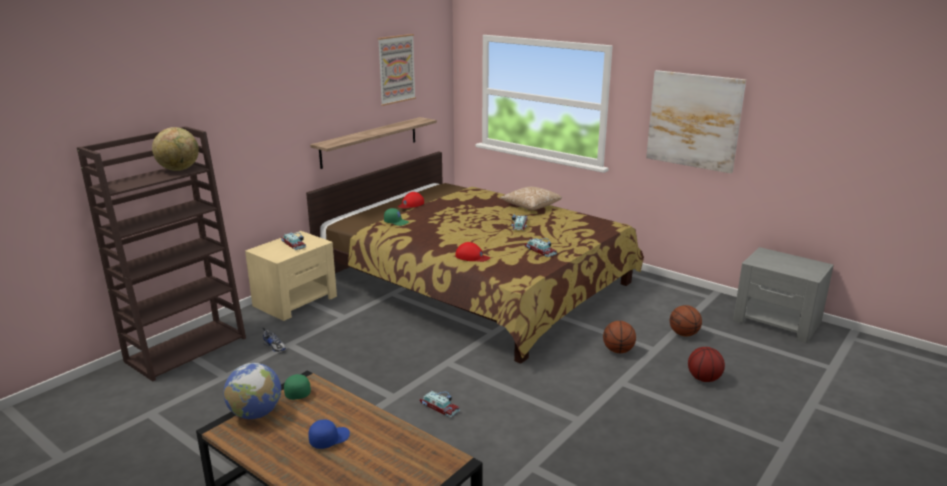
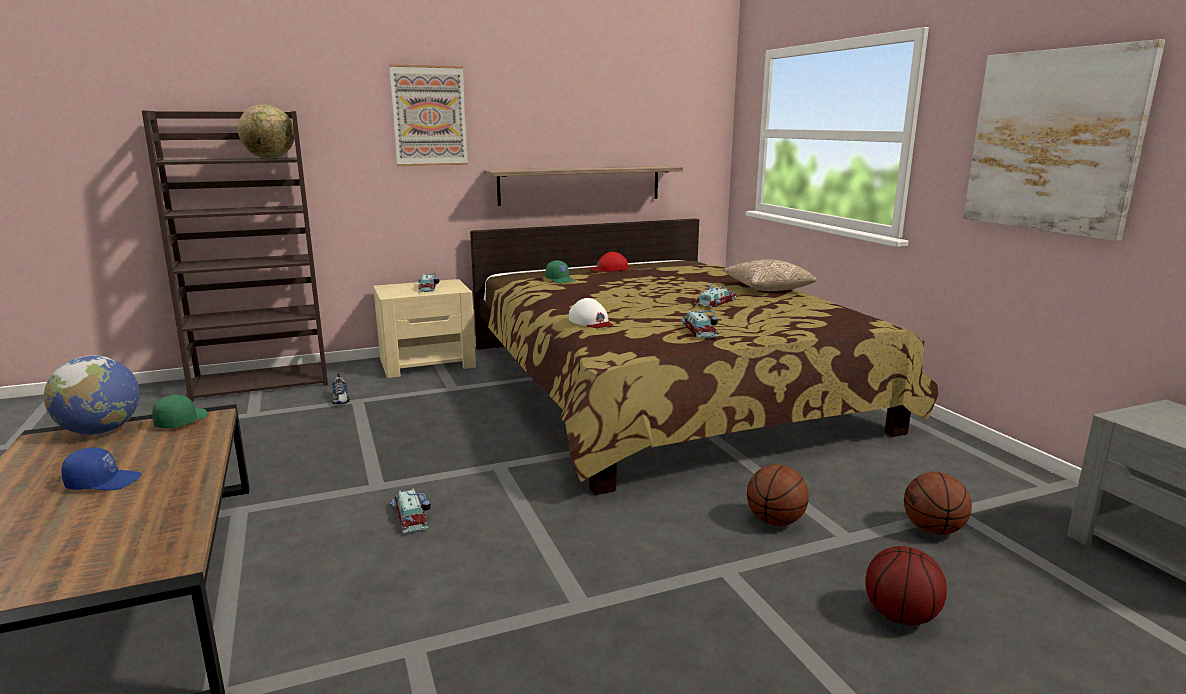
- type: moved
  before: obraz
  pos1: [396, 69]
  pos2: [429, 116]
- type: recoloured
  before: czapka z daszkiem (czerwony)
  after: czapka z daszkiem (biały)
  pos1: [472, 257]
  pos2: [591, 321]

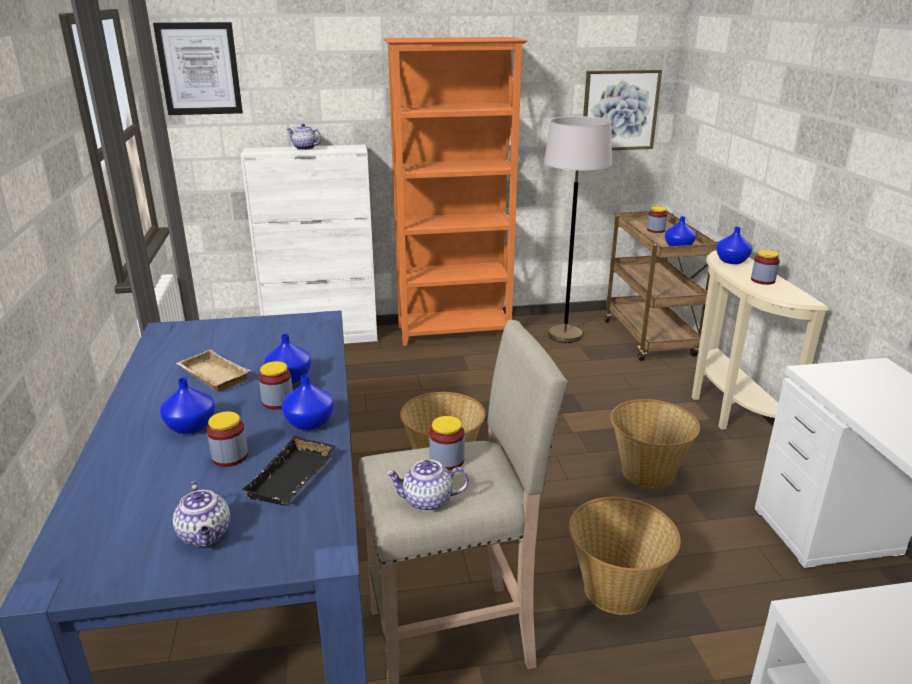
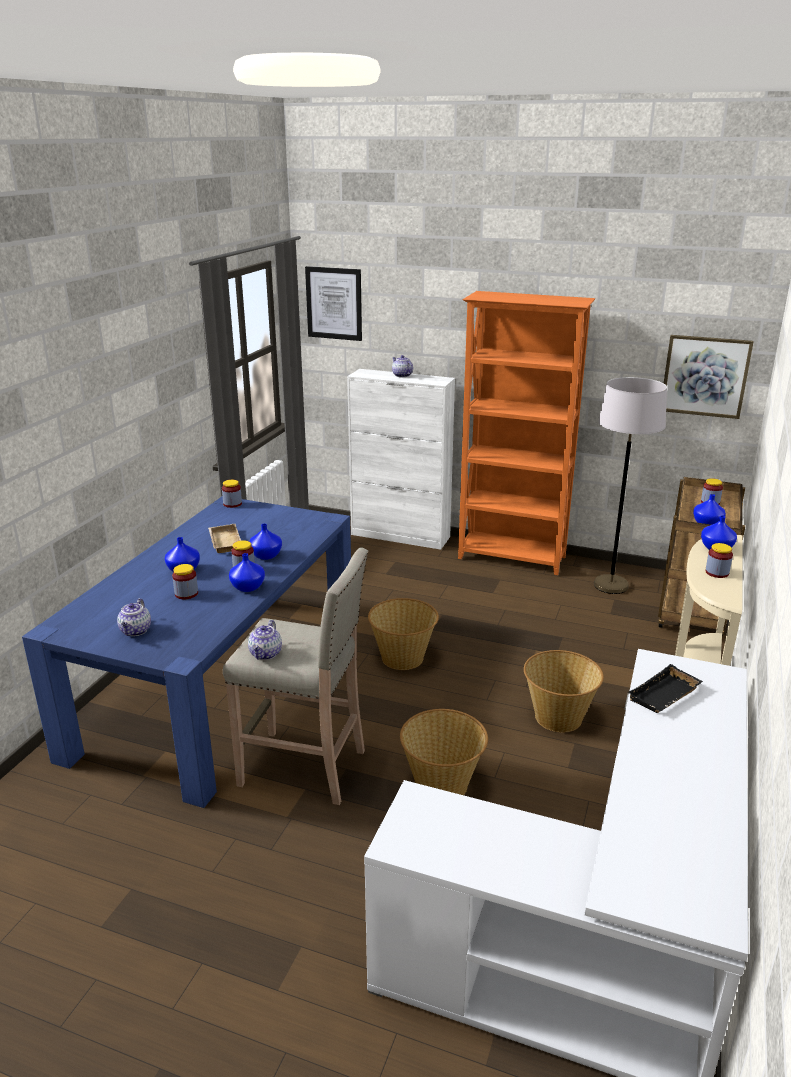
- type: moved
  before: słoik
  pos1: [447, 460]
  pos2: [232, 504]
- type: turned
  before: imbryk
  pos1: [427, 501]
  pos2: [266, 654]
  turn: -105
- type: moved
  before: taca (czarny)
  pos1: [293, 479]
  pos2: [665, 696]

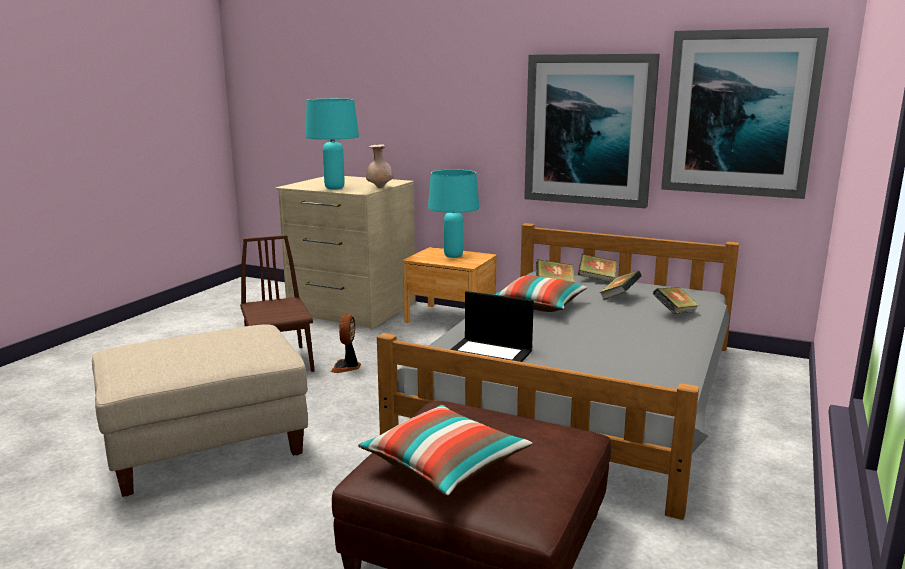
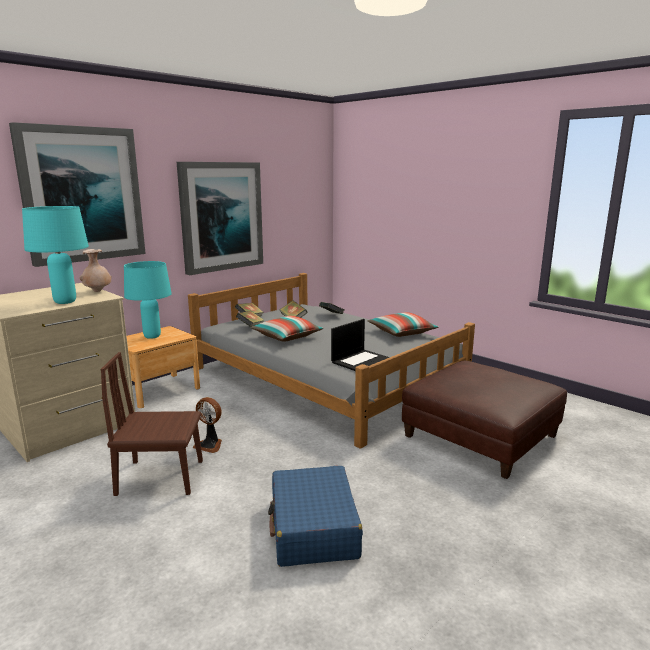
- type: moved
  before: obraz
  pos1: [740, 113]
  pos2: [82, 195]
- type: replaced
  before: pufa (beżowy)
  after: walizka (niebieski)
  pos1: [206, 446]
  pos2: [313, 528]
- type: moved
  before: poduszka
  pos1: [444, 466]
  pos2: [401, 333]

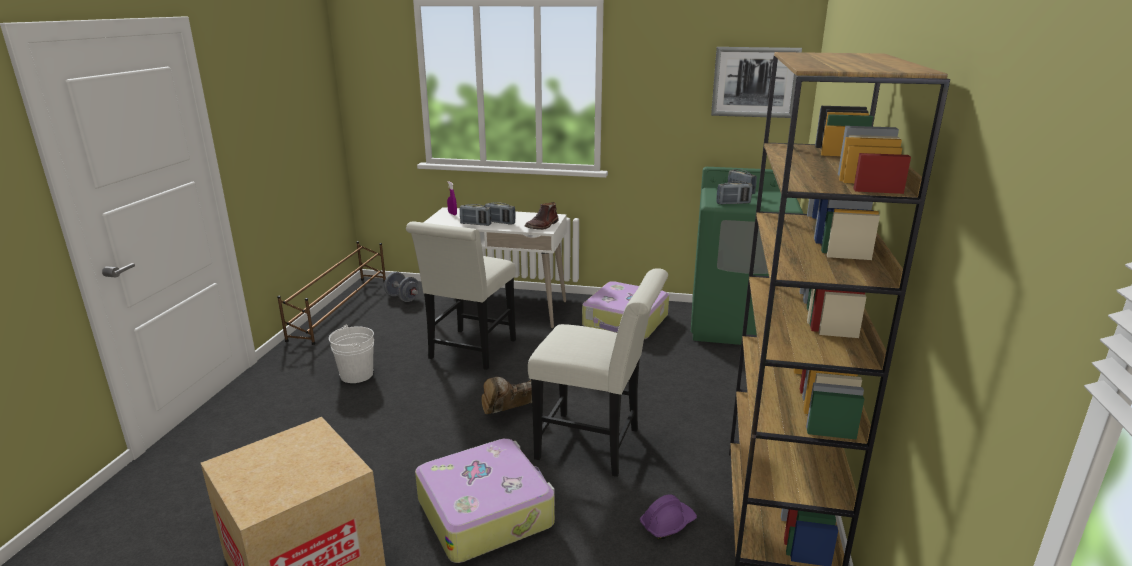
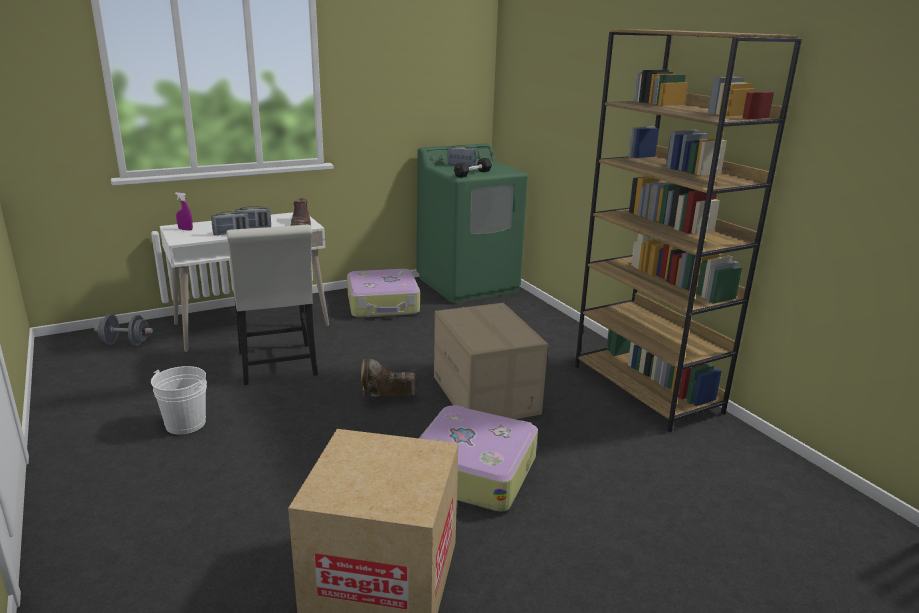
- type: turned
  before: but z cholewką (brązowy)
  pos1: [508, 413]
  pos2: [387, 400]
  turn: 60
- type: replaced
  before: krzesło (biały)
  after: karton
  pos1: [596, 445]
  pos2: [486, 395]
- type: replaced
  before: radio
  after: hantel (czarny)
  pos1: [733, 203]
  pos2: [473, 173]
- type: removed
  before: regał na buty (brązowy)
  pos1: [341, 308]
- type: removed
  before: kask (fioletowy)
  pos1: [667, 523]
- type: removed
  before: obraz
  pos1: [755, 82]

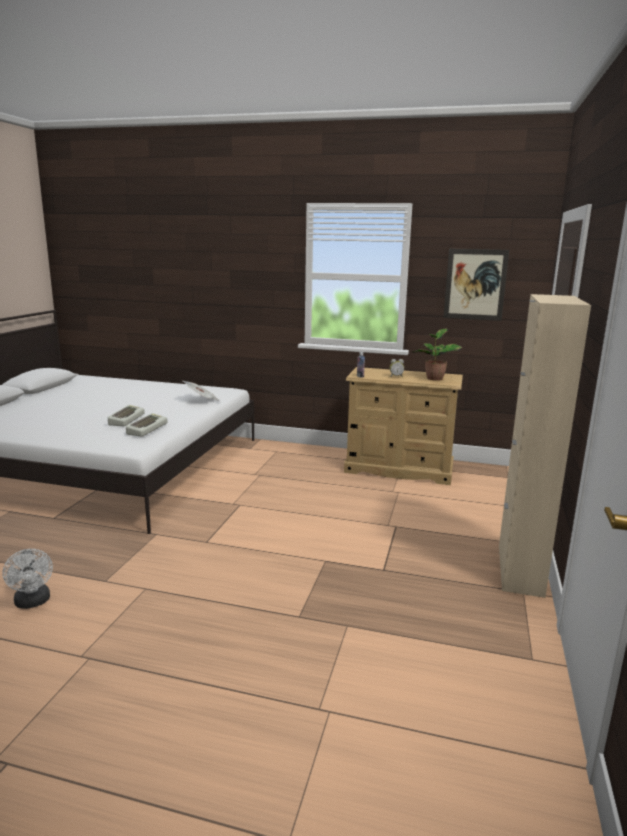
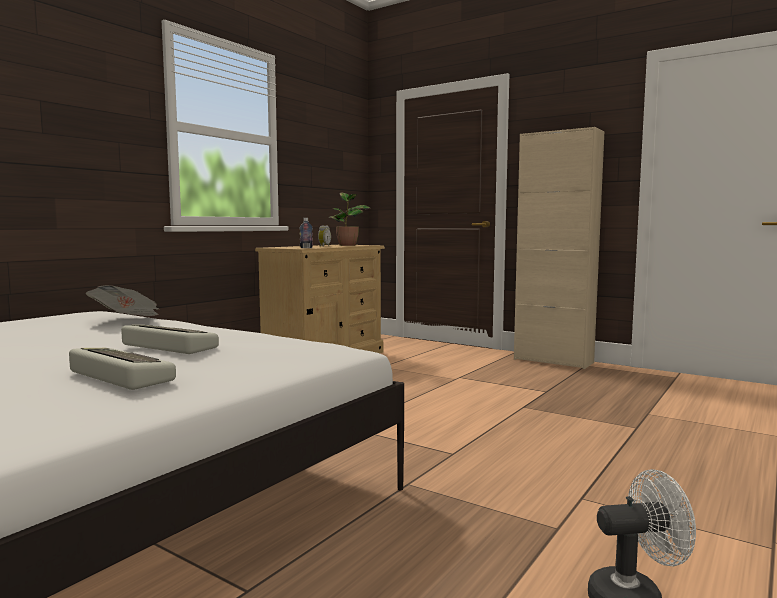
- type: moved
  before: klawiatura
  pos1: [146, 428]
  pos2: [118, 376]
- type: removed
  before: obraz
  pos1: [475, 284]

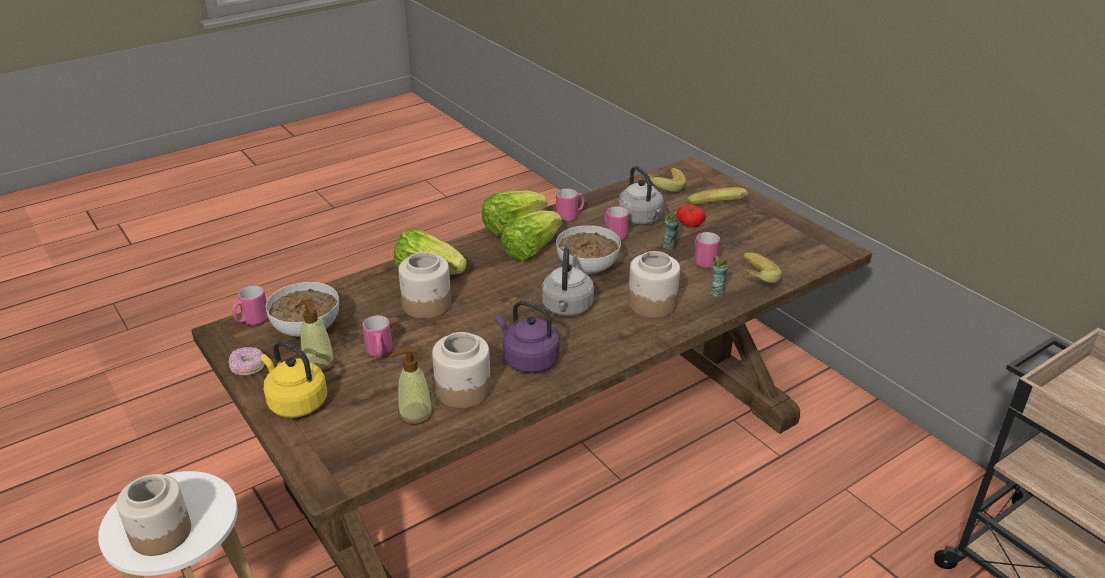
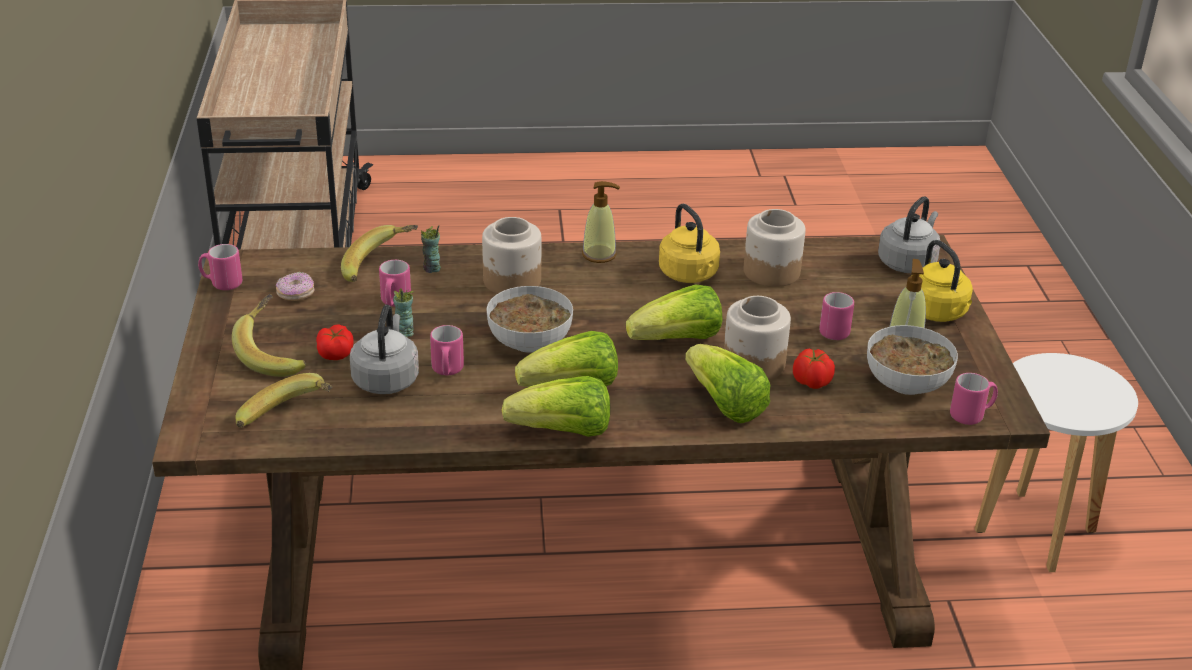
- type: moved
  before: kubek (różowy)
  pos1: [570, 216]
  pos2: [221, 283]
- type: moved
  before: donut
  pos1: [248, 368]
  pos2: [296, 295]
- type: moved
  before: dozownik mydła
  pos1: [415, 414]
  pos2: [599, 255]
- type: added
  after: sałata
  pos2: [678, 340]
- type: recoloured
  before: czajnik (fioletowy)
  after: czajnik (żółty)
  pos1: [528, 360]
  pos2: [690, 275]
- type: added
  after: pomidor
  pos2: [812, 383]
- type: moved
  before: czajnik (szary)
  pos1: [567, 309]
  pos2: [908, 262]
- type: removed
  before: słoik
  pos1: [162, 533]

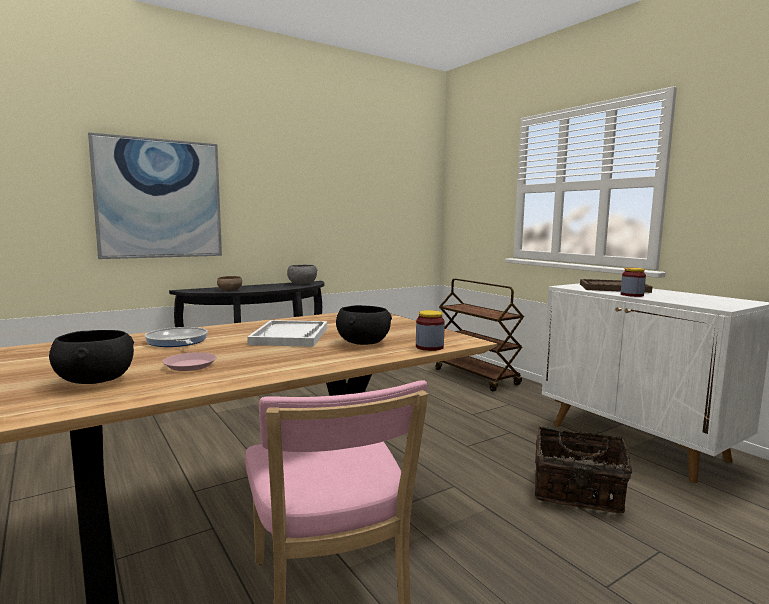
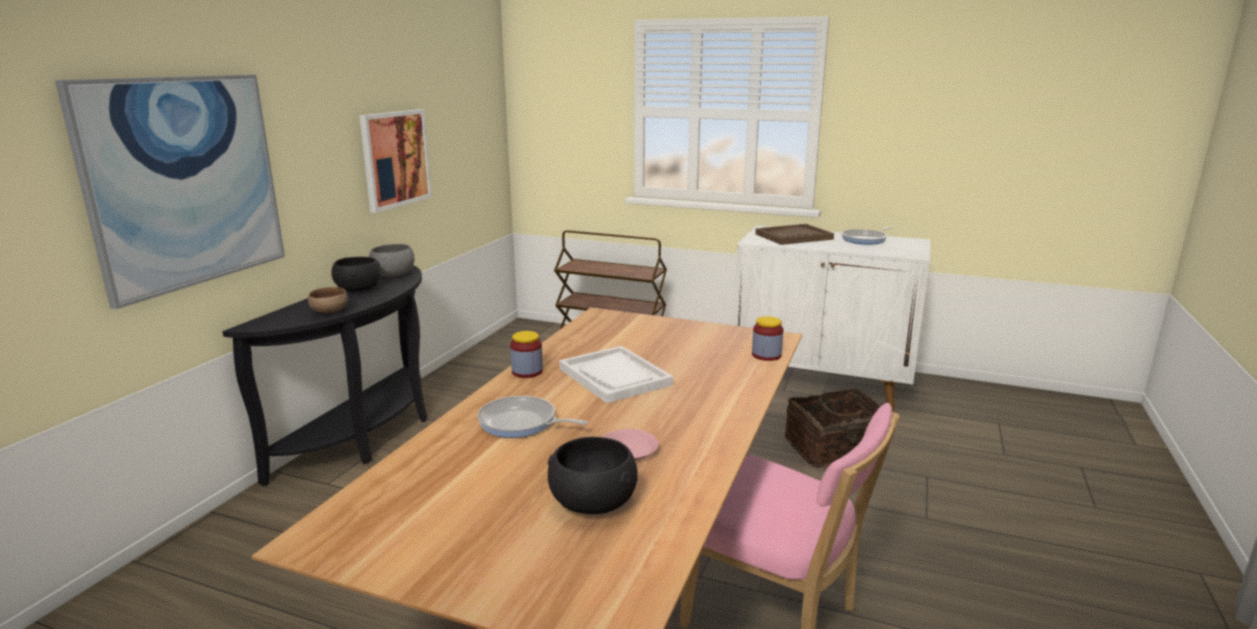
- type: moved
  before: miska (czarny)
  pos1: [362, 342]
  pos2: [358, 289]
- type: added
  after: obraz
  pos2: [395, 159]
- type: moved
  before: słoik
  pos1: [632, 295]
  pos2: [527, 372]
- type: added
  after: patelnia
  pos2: [865, 239]

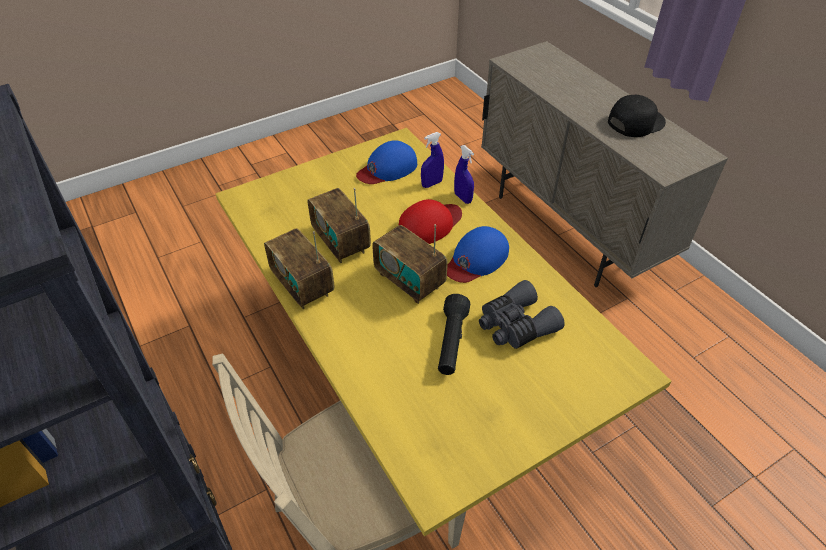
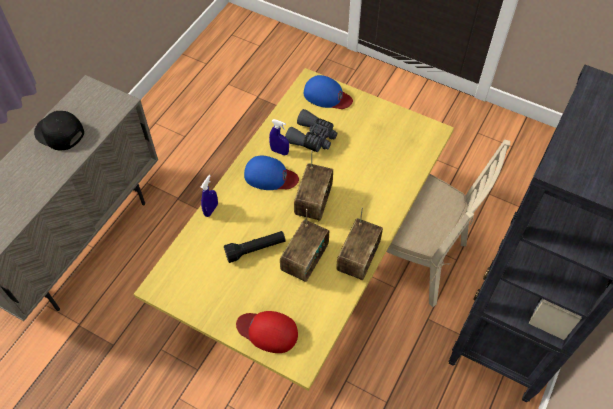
- type: moved
  before: latarka (czarny)
  pos1: [451, 342]
  pos2: [255, 249]
- type: moved
  before: czapka z daszkiem (czerwony)
  pos1: [430, 224]
  pos2: [268, 331]
- type: moved
  before: spryskiwacz (niebieski)
  pos1: [432, 184]
  pos2: [279, 151]
- type: moved
  before: czapka z daszkiem (niebieski)
  pos1: [387, 168]
  pos2: [327, 96]

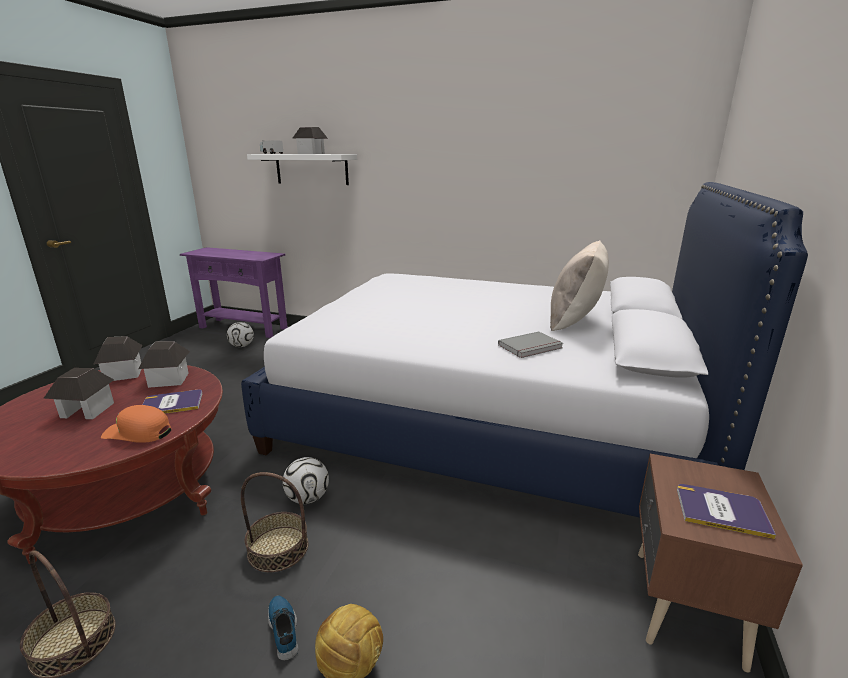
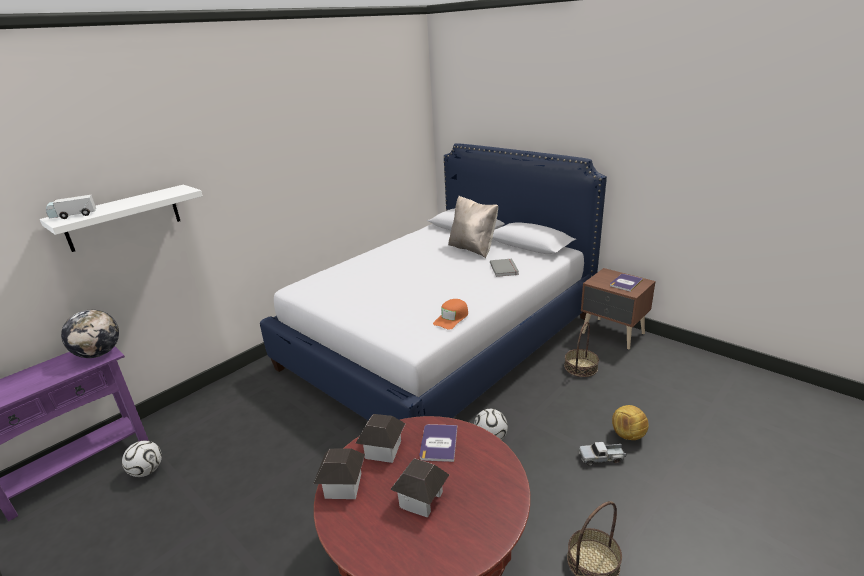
- type: added
  after: globus
  pos2: [99, 353]
- type: moved
  before: czapka z daszkiem (pomarańczowy)
  pos1: [138, 432]
  pos2: [451, 318]
- type: moved
  before: koszyk
  pos1: [278, 548]
  pos2: [581, 367]
- type: replaced
  before: but
  after: ciężarówka zabawkowa
  pos1: [284, 628]
  pos2: [601, 458]
- type: removed
  before: domek
  pos1: [311, 153]

